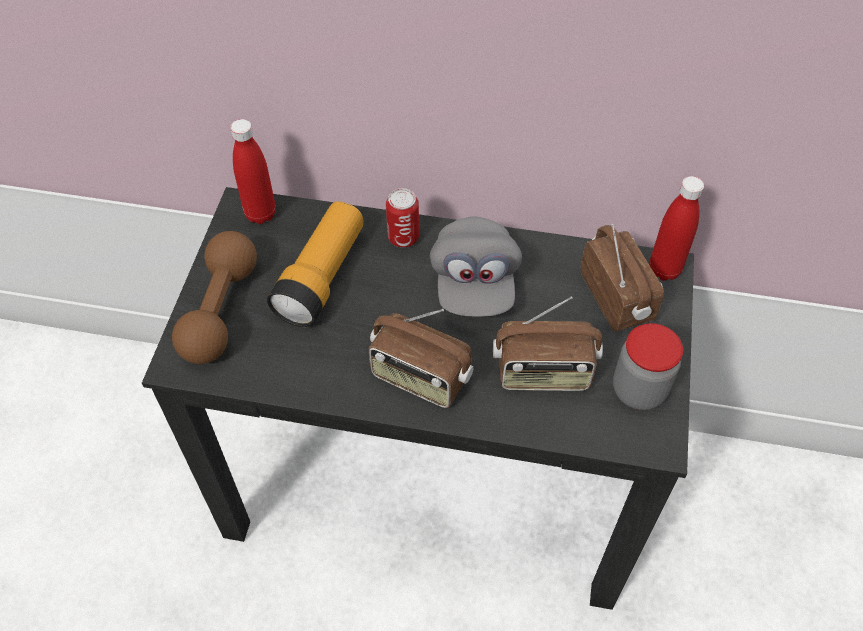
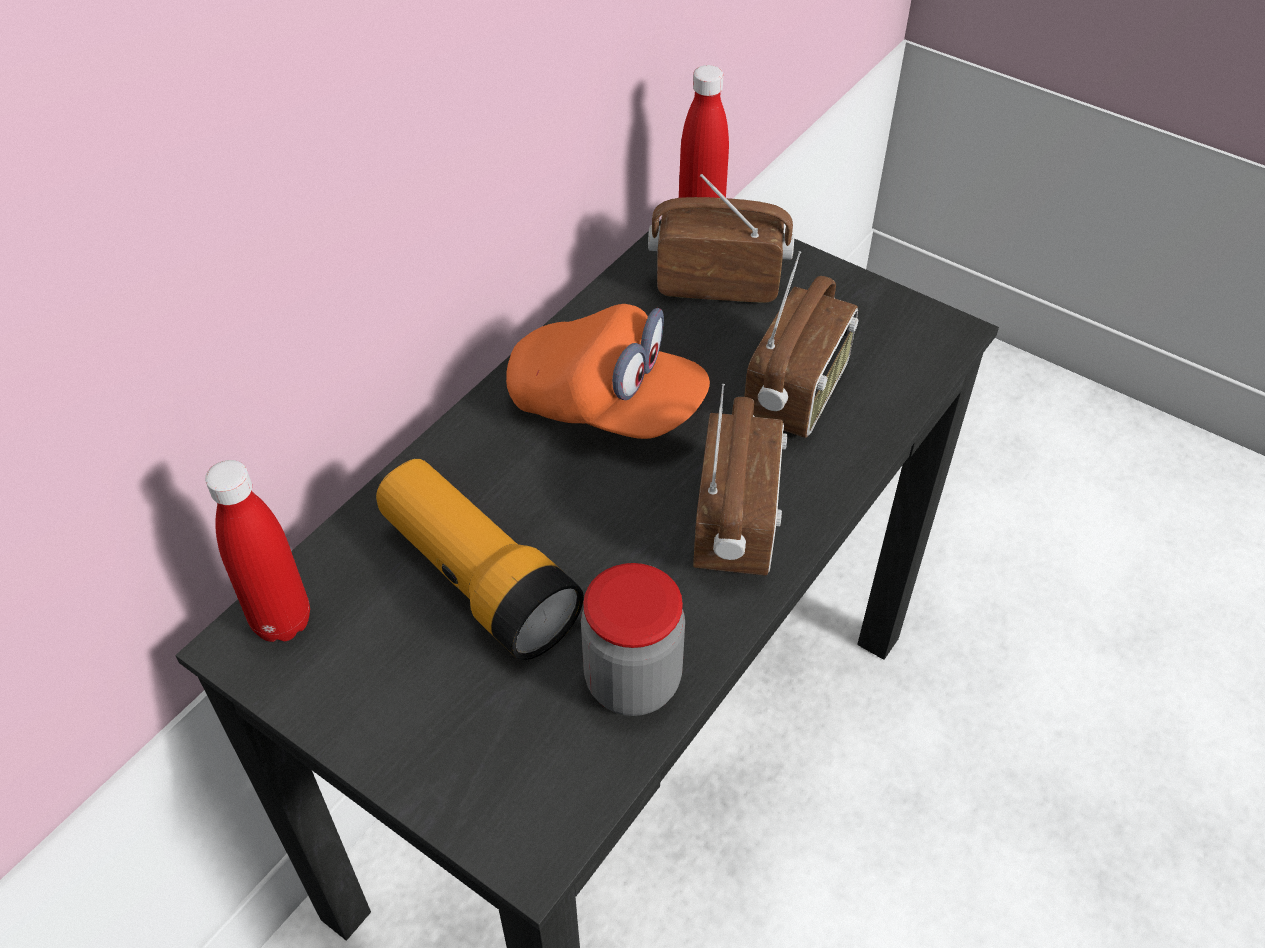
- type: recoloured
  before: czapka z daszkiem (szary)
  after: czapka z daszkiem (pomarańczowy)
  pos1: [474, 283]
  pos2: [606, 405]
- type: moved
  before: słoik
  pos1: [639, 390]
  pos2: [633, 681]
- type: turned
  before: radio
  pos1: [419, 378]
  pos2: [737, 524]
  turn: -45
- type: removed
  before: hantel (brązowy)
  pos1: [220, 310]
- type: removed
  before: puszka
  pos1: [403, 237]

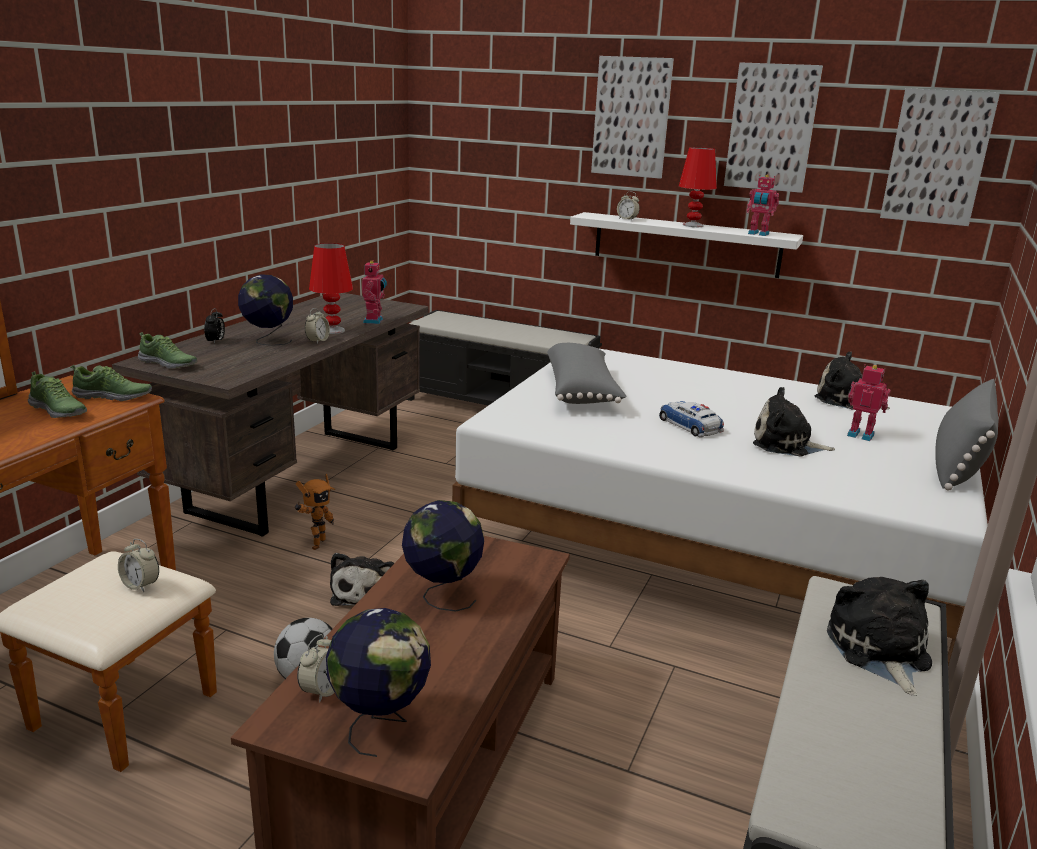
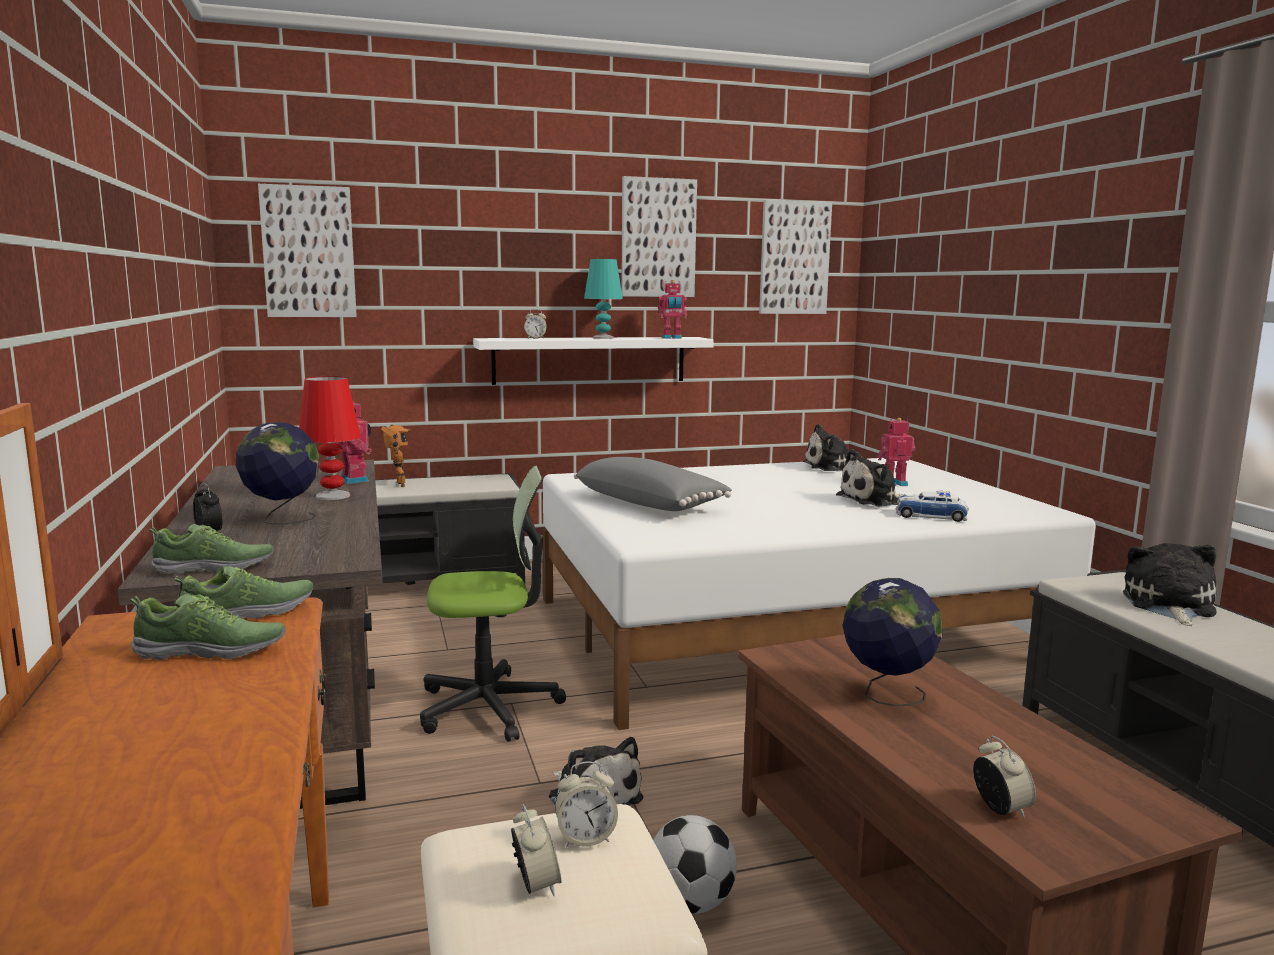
- type: moved
  before: obraz
  pos1: [631, 117]
  pos2: [308, 252]
- type: moved
  before: robot zabawkowy
  pos1: [315, 544]
  pos2: [398, 485]
- type: added
  after: krzesło biurowe
  pos2: [489, 707]
- type: moved
  before: budzik
  pos1: [317, 341]
  pos2: [536, 885]
- type: recoloured
  before: lampa stołowa (czerwony)
  after: lampa stołowa (turkusowy)
  pos1: [693, 225]
  pos2: [603, 338]
- type: moved
  before: samochodzik
  pos1: [690, 425]
  pos2: [931, 515]
- type: turned
  before: pluszak
  pos1: [879, 651]
  pos2: [1169, 605]
  turn: 60
- type: removed
  before: globus
  pos1: [380, 724]
- type: removed
  before: poduszka (szary)
  pos1: [958, 462]

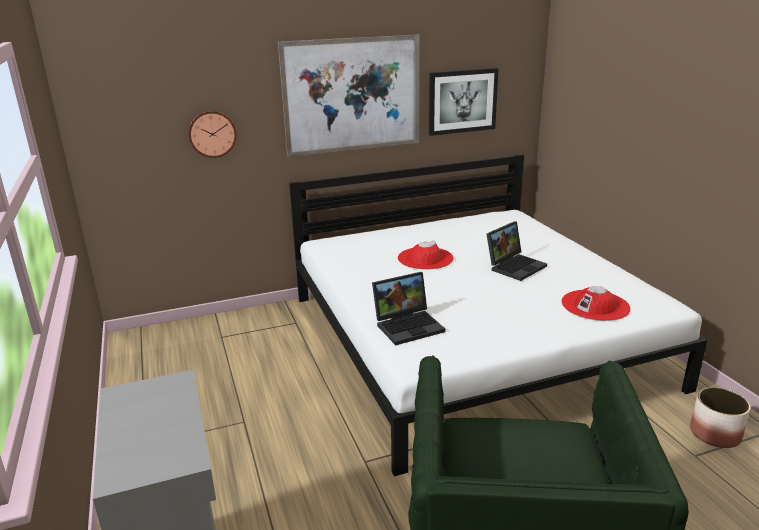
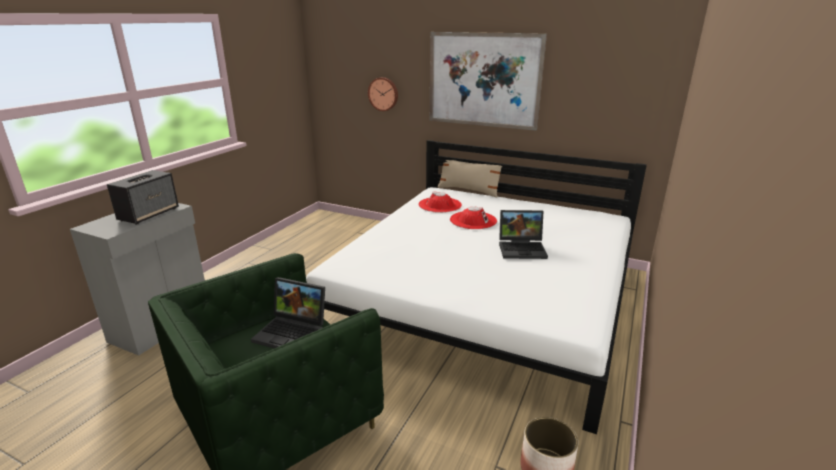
- type: added
  after: głośnik
  pos2: [149, 214]
- type: moved
  before: laptop
  pos1: [409, 325]
  pos2: [293, 332]
- type: moved
  before: kapelusz (czerwony)
  pos1: [595, 305]
  pos2: [440, 205]
- type: added
  after: poduszka (beżowy)
  pos2: [468, 190]
- type: removed
  before: obraz
  pos1: [462, 101]

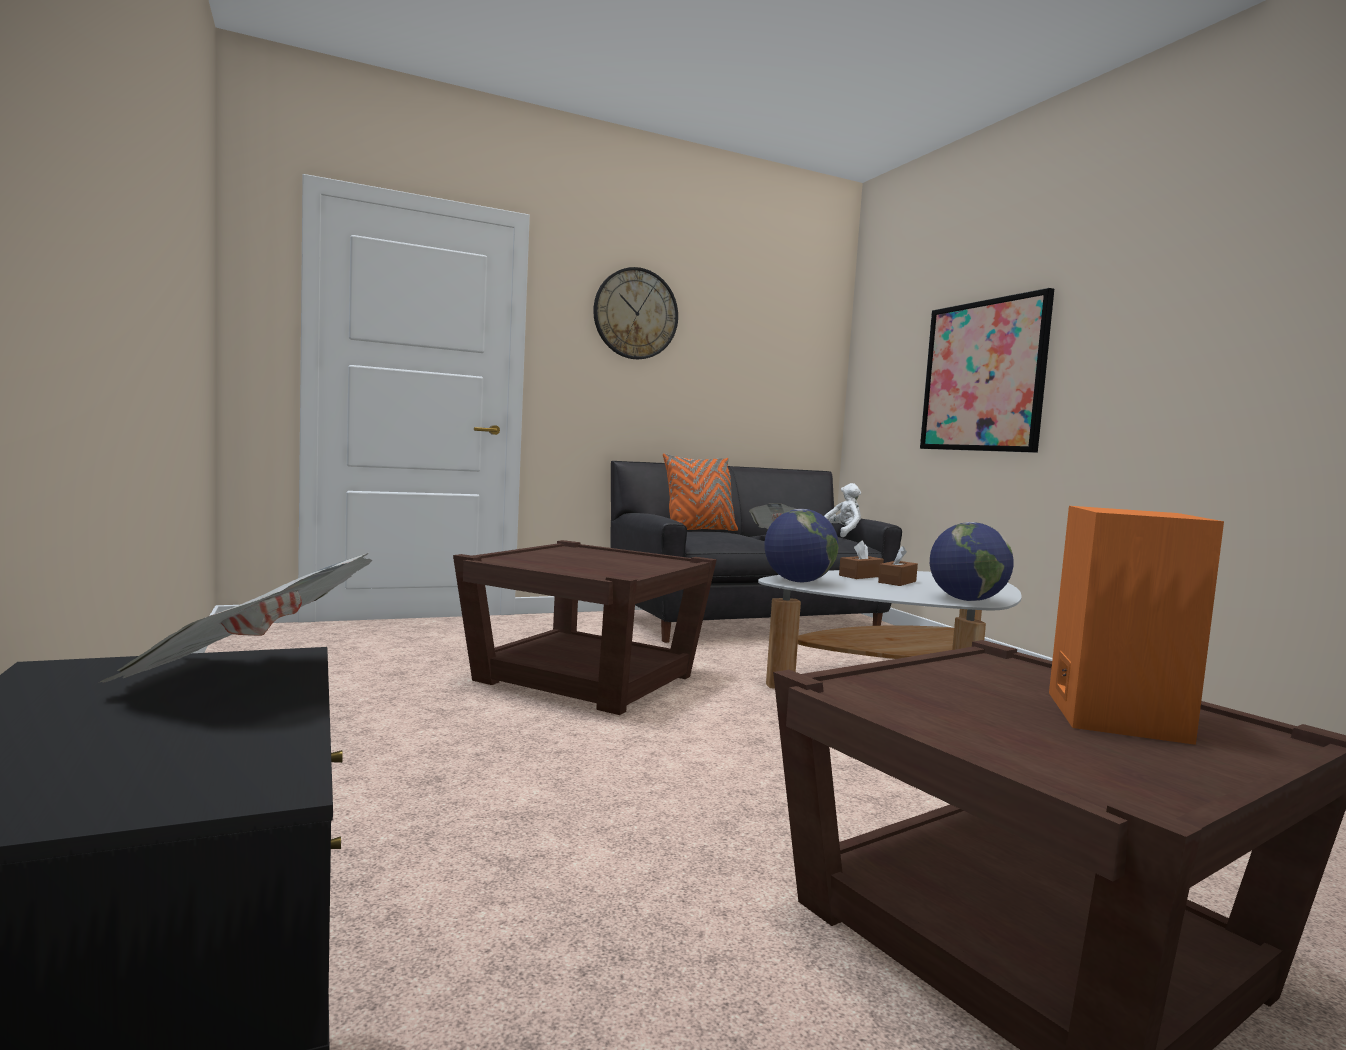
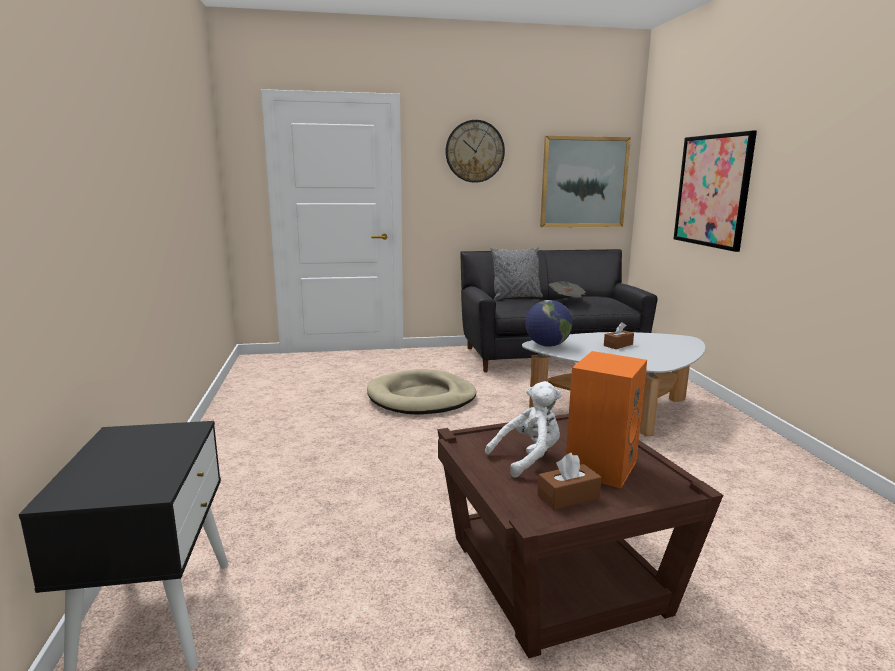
- type: replaced
  before: stolik (brązowy)
  after: legowisko (beżowy)
  pos1: [585, 678]
  pos2: [421, 397]
- type: moved
  before: pluszak (biały)
  pos1: [842, 534]
  pos2: [528, 458]
- type: recoloured
  before: poduszka (pomarańczowy)
  after: poduszka (szary)
  pos1: [699, 531]
  pos2: [516, 297]
- type: moved
  before: pudełko chusteczek (brązowy)
  pos1: [860, 576]
  pos2: [568, 497]
- type: added
  after: obraz
  pos2: [584, 182]
- type: removed
  before: gazeta
  pos1: [245, 680]
- type: removed
  before: globus
  pos1: [966, 600]

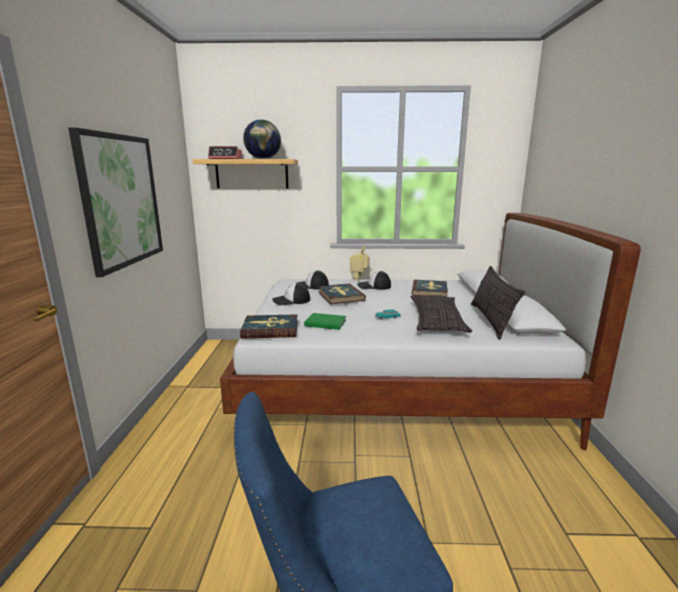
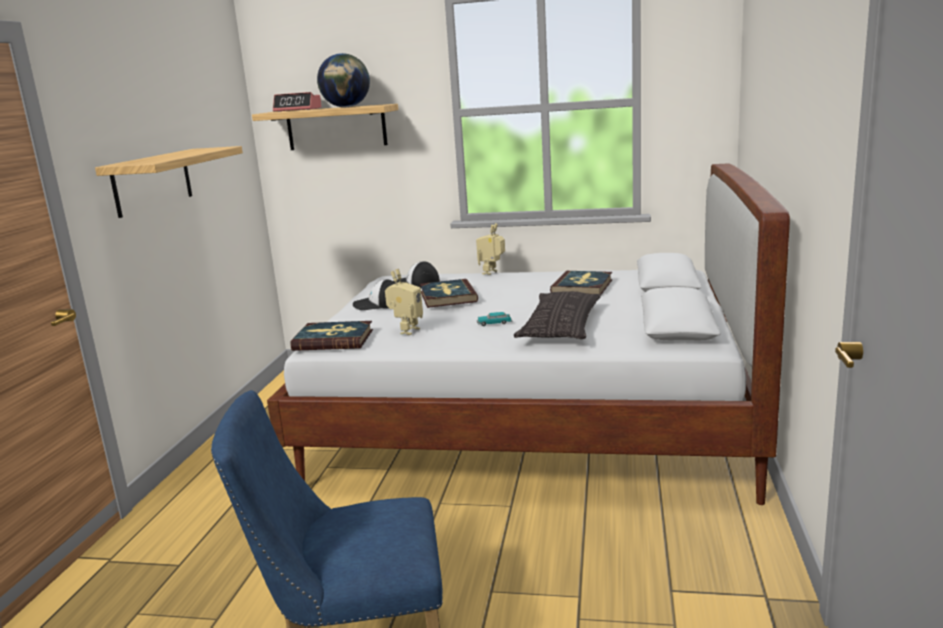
- type: replaced
  before: obraz
  after: półka
  pos1: [121, 200]
  pos2: [152, 181]
- type: replaced
  before: książka (zielony)
  after: robot zabawkowy
  pos1: [324, 322]
  pos2: [406, 331]
- type: removed
  before: czapka z daszkiem
  pos1: [373, 286]
- type: removed
  before: poduszka
  pos1: [490, 320]

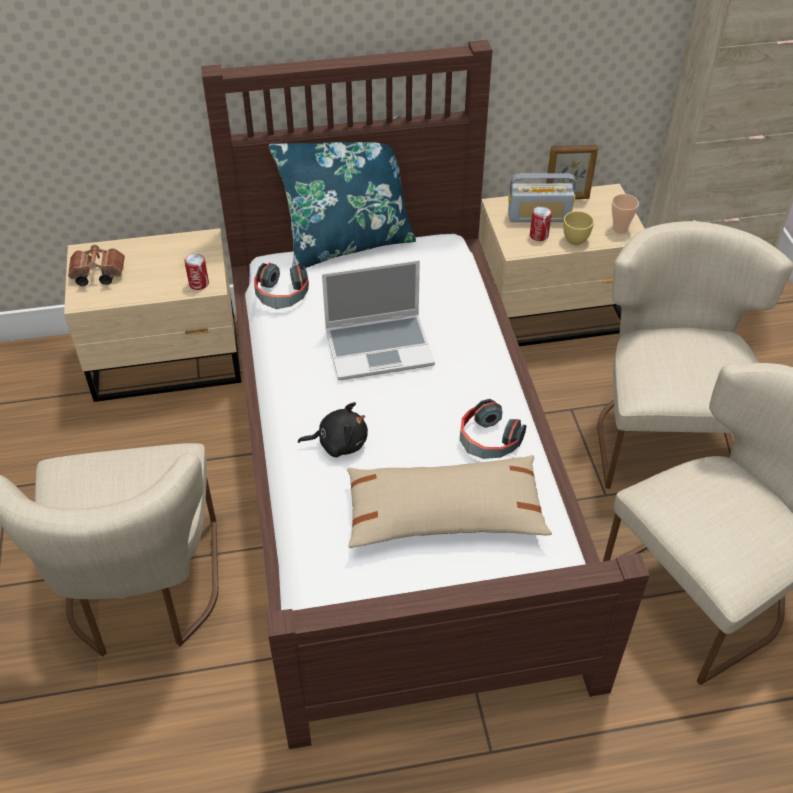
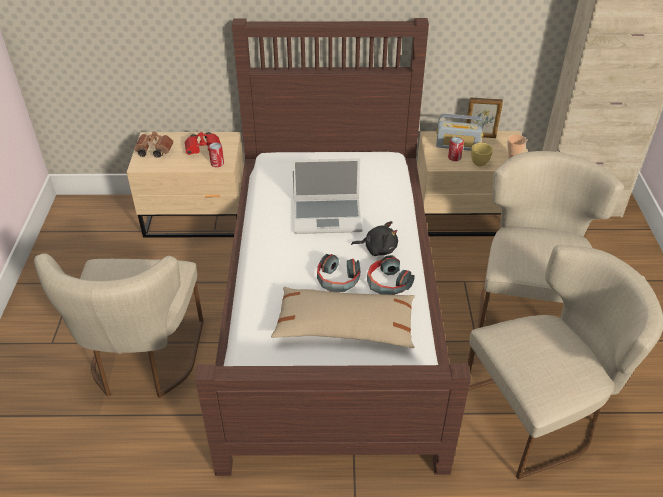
- type: added
  after: lornetka (czerwony)
  pos2: [204, 149]
- type: moved
  before: słuchawki
  pos1: [281, 294]
  pos2: [337, 280]
- type: moved
  before: pluszak (czarny)
  pos1: [339, 443]
  pos2: [378, 249]
- type: removed
  before: poduszka (niebieski)
  pos1: [347, 243]

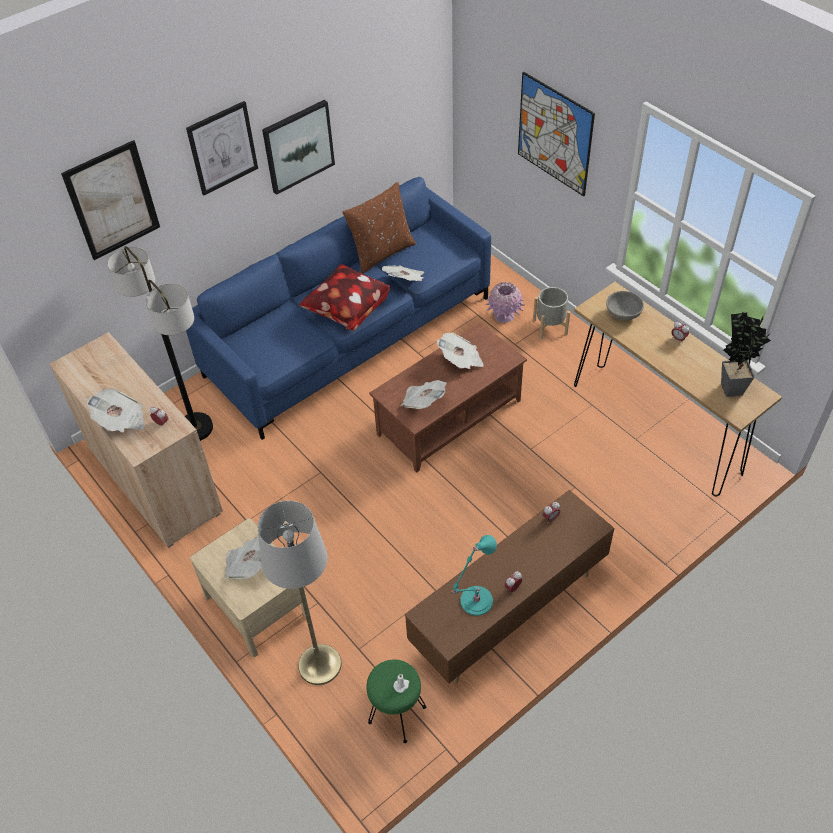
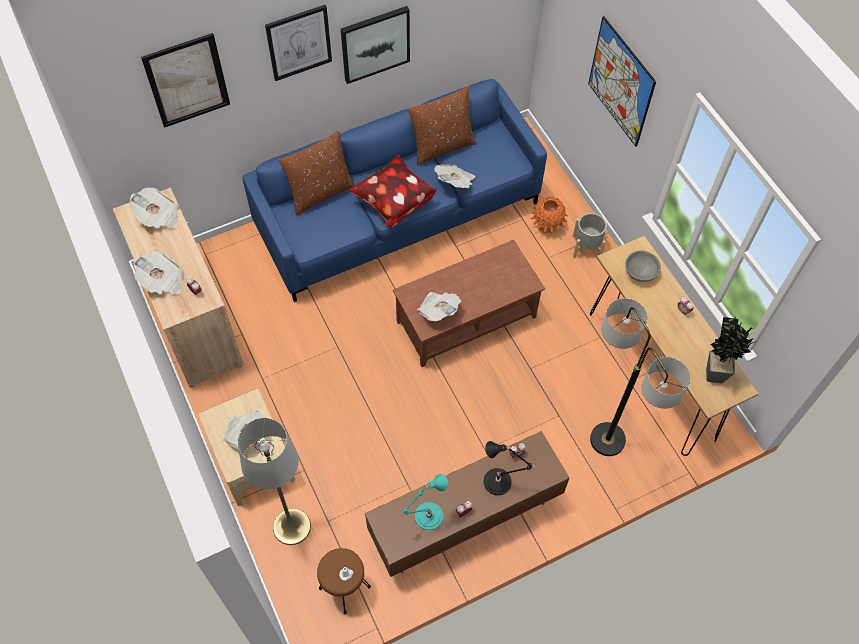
- type: moved
  before: gazeta
  pos1: [461, 360]
  pos2: [158, 216]
- type: added
  after: poduszka (brązowy)
  pos2: [320, 192]
- type: recoloured
  before: stołek (zielony)
  after: stołek (brązowy)
  pos1: [396, 715]
  pos2: [344, 588]
- type: added
  after: lampa stołowa (czarny)
  pos2: [500, 482]
- type: recoloured
  before: wazon (różowy)
  after: wazon (pomarańczowy)
  pos1: [504, 316]
  pos2: [547, 225]
- type: moved
  before: lampa stojąca
  pos1: [195, 428]
  pos2: [607, 440]

